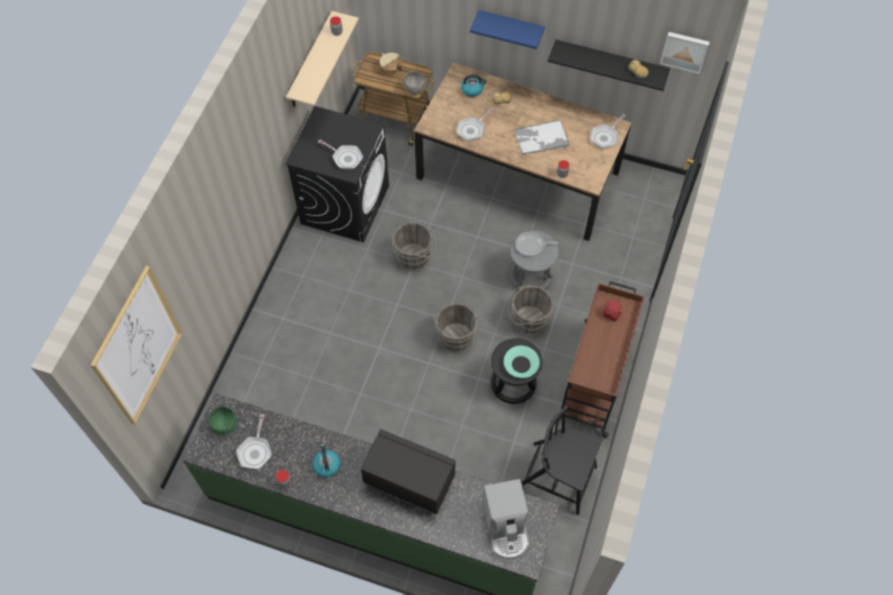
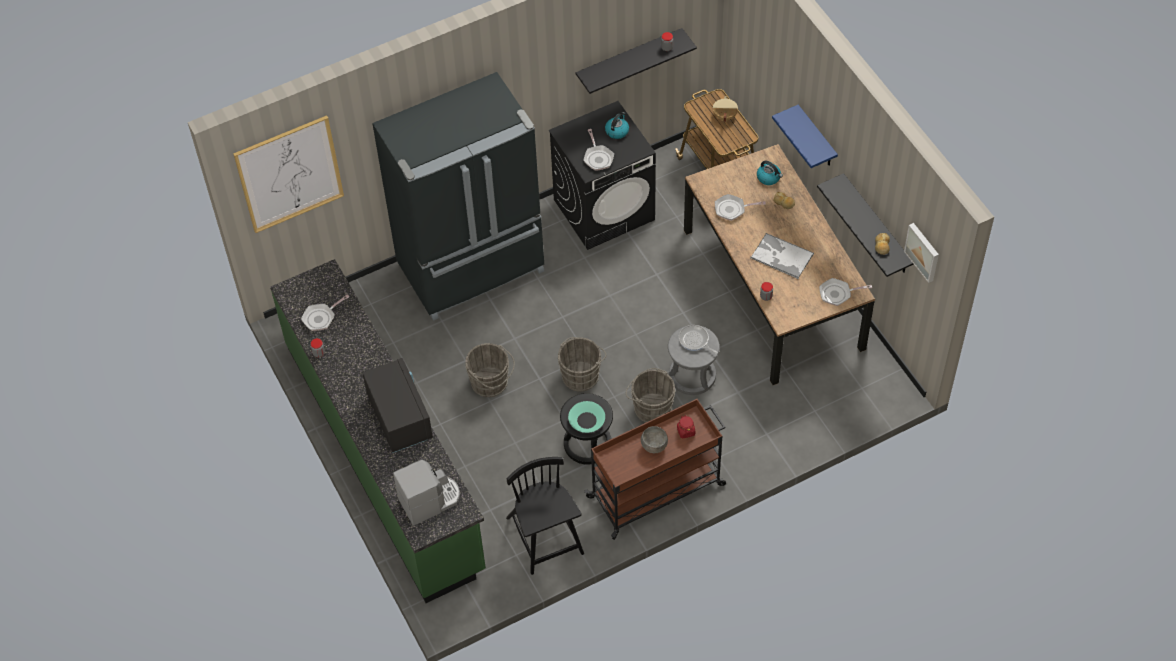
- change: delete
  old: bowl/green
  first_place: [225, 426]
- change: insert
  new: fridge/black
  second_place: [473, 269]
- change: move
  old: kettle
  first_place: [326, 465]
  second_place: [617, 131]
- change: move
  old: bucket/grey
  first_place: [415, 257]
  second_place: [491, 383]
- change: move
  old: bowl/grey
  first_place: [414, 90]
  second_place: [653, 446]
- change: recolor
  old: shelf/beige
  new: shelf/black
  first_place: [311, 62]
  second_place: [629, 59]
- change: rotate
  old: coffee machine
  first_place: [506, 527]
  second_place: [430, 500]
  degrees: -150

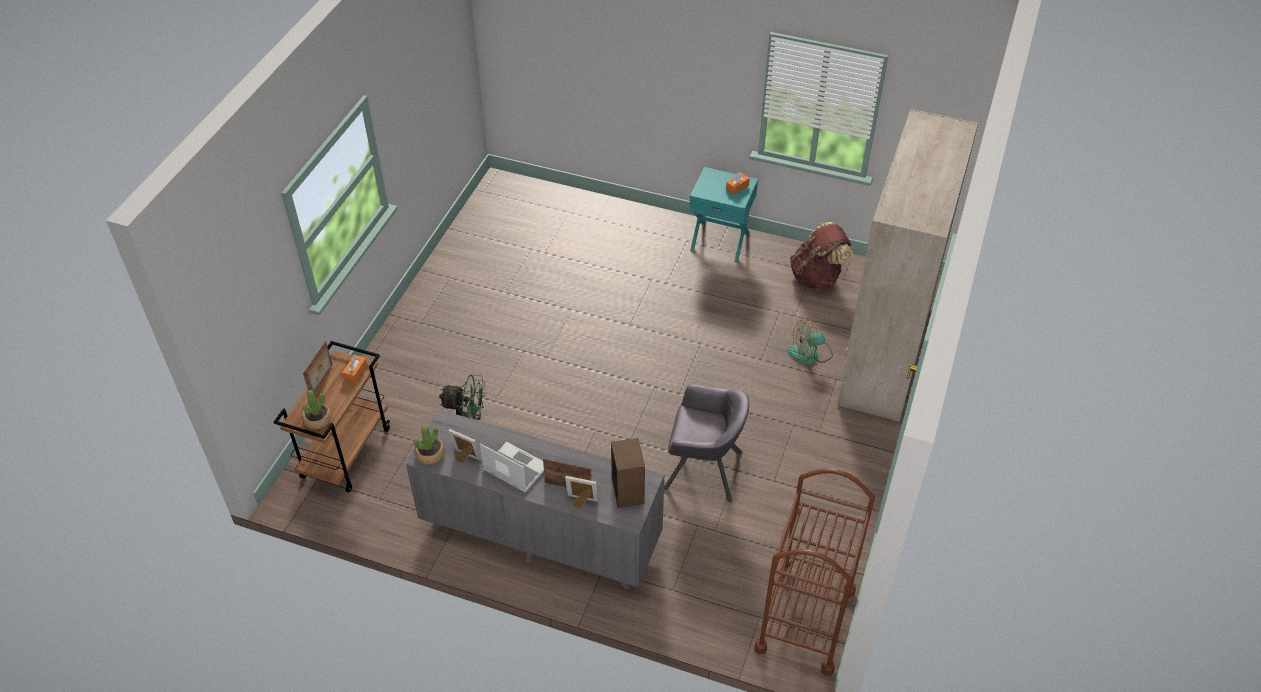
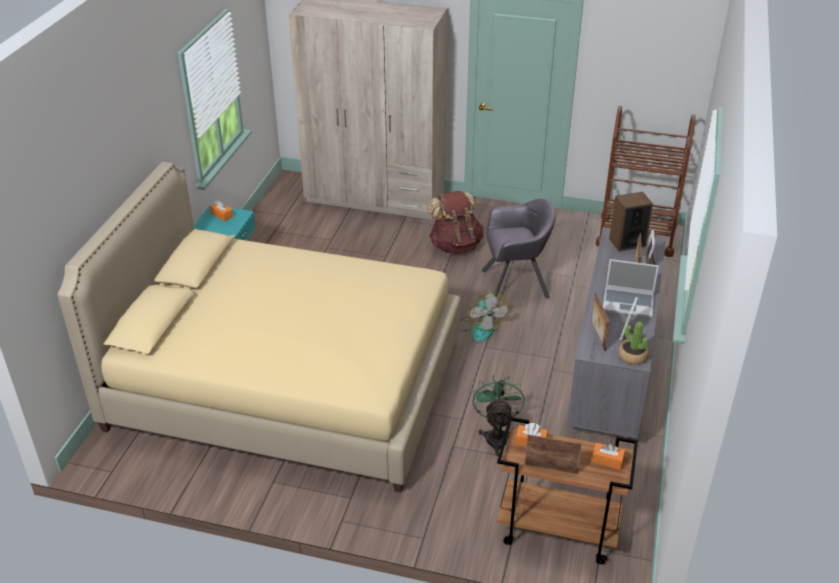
- change: insert
  new: bed/beige
  second_place: [287, 385]
- change: insert
  new: picture frame
  second_place: [597, 336]
- change: move
  old: fan
  first_place: [810, 354]
  second_place: [479, 328]
- change: move
  old: backpack/brown
  first_place: [817, 277]
  second_place: [455, 245]
- change: replace
  old: potted plant
  new: tissue box/orange
  first_place: [317, 420]
  second_place: [607, 460]
- change: rotate
  old: laptop
  first_place: [514, 468]
  second_place: [628, 303]
  degrees: -105
- change: rotate
  old: armchair/grey
  first_place: [703, 471]
  second_place: [515, 284]
  degrees: 75

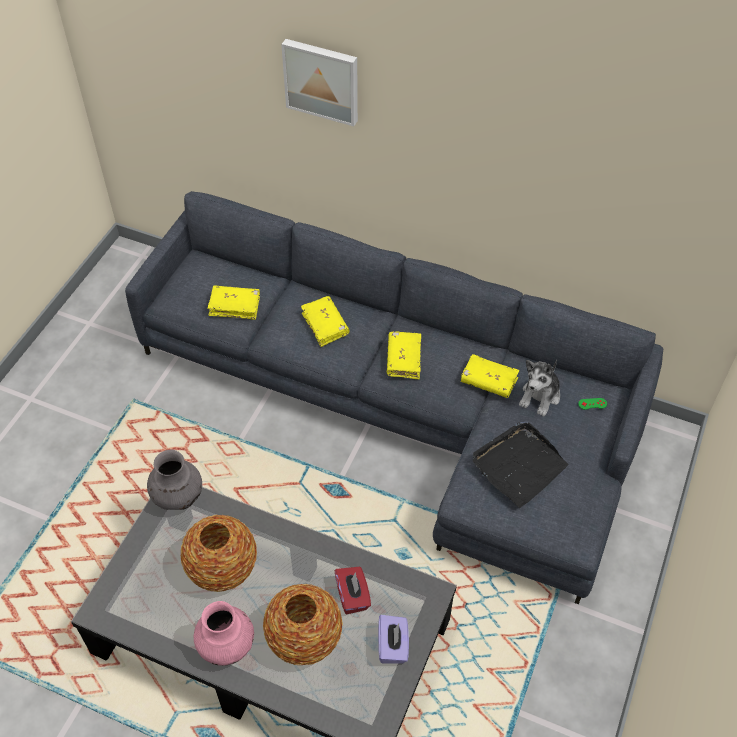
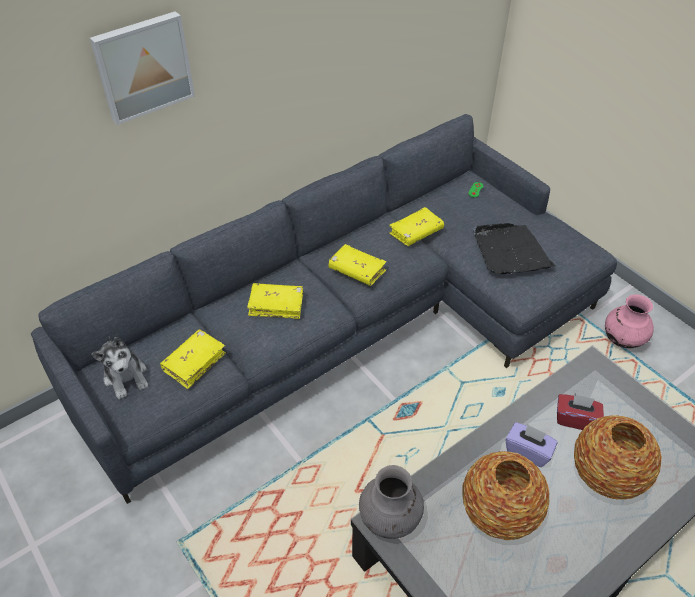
- change: move
  old: vase/pink
  first_place: [227, 646]
  second_place: [622, 340]
- change: move
  old: tissue box/purple
  first_place: [393, 646]
  second_place: [528, 451]
- change: move
  old: plush toy
  first_place: [540, 396]
  second_place: [126, 376]

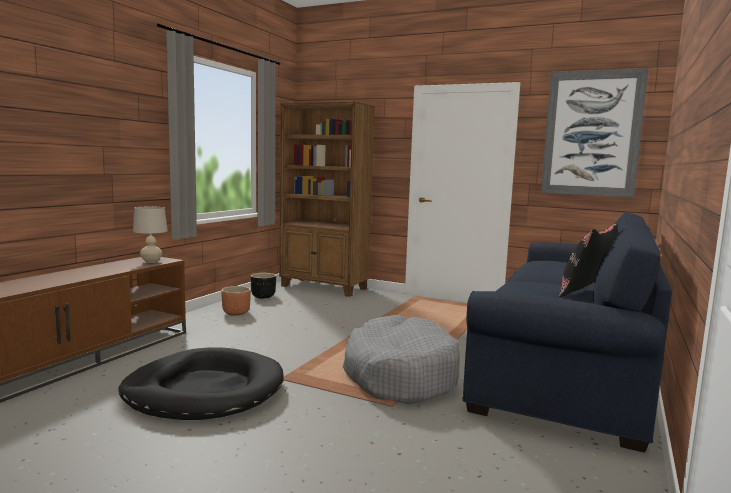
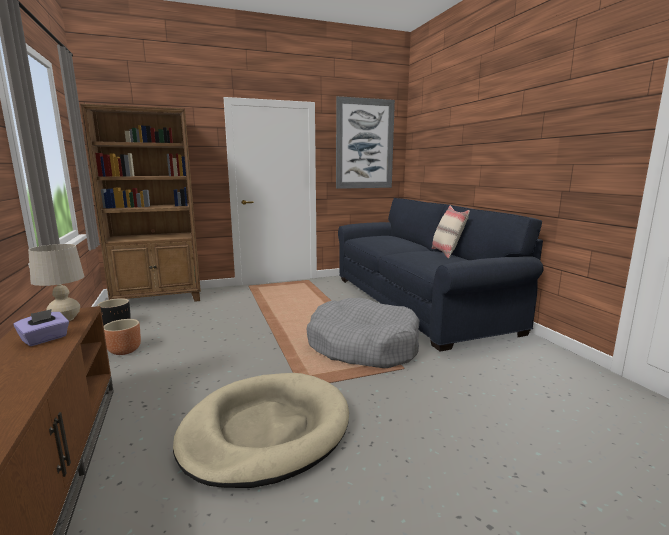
- change: insert
  new: tissue box/purple
  second_place: [45, 339]
- change: recolor
  old: dog bed/black
  new: dog bed/beige
  first_place: [204, 390]
  second_place: [265, 431]
- change: recolor
  old: pillow/black
  new: pillow/beige
  first_place: [585, 293]
  second_place: [447, 253]

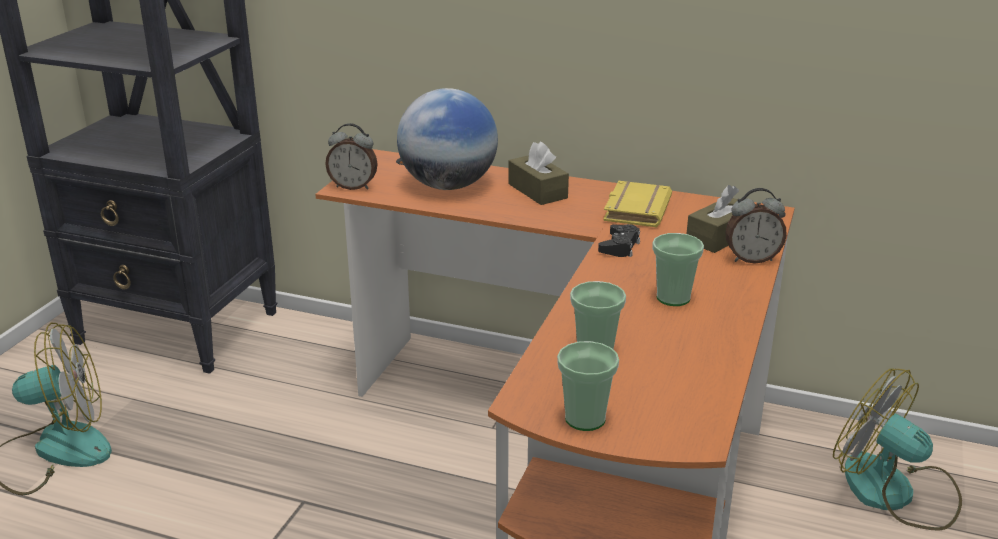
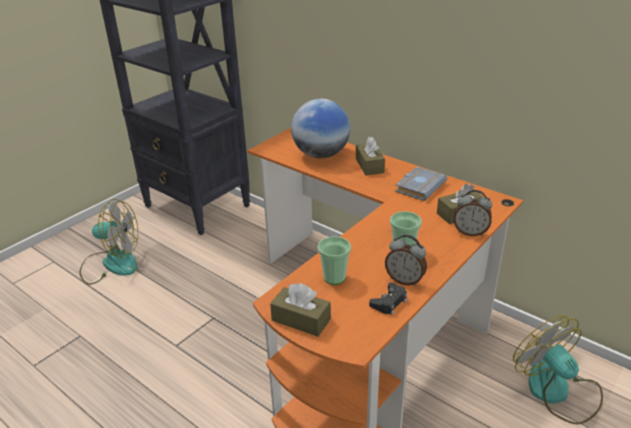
- change: move
  old: alarm clock
  first_place: [353, 186]
  second_place: [405, 280]
- change: move
  old: game controller/black
  first_place: [619, 246]
  second_place: [389, 302]
- change: replace
  old: cup
  new: tissue box/brown
  first_place: [585, 419]
  second_place: [301, 319]
- change: recolor
  old: book/yellow
  new: book/grey
  first_place: [635, 209]
  second_place: [419, 186]

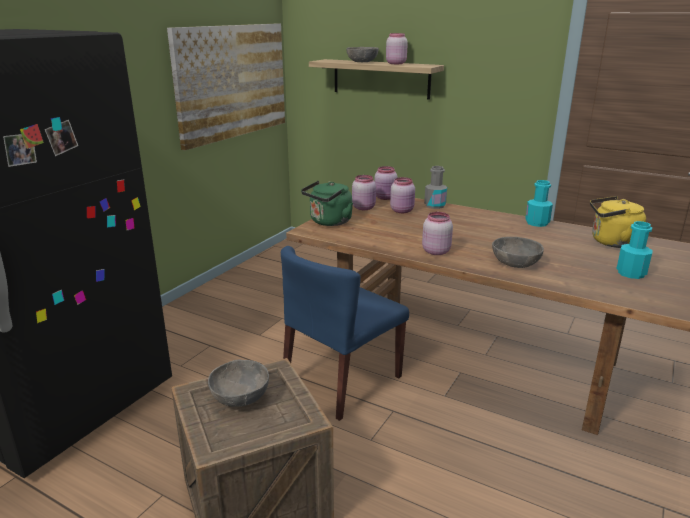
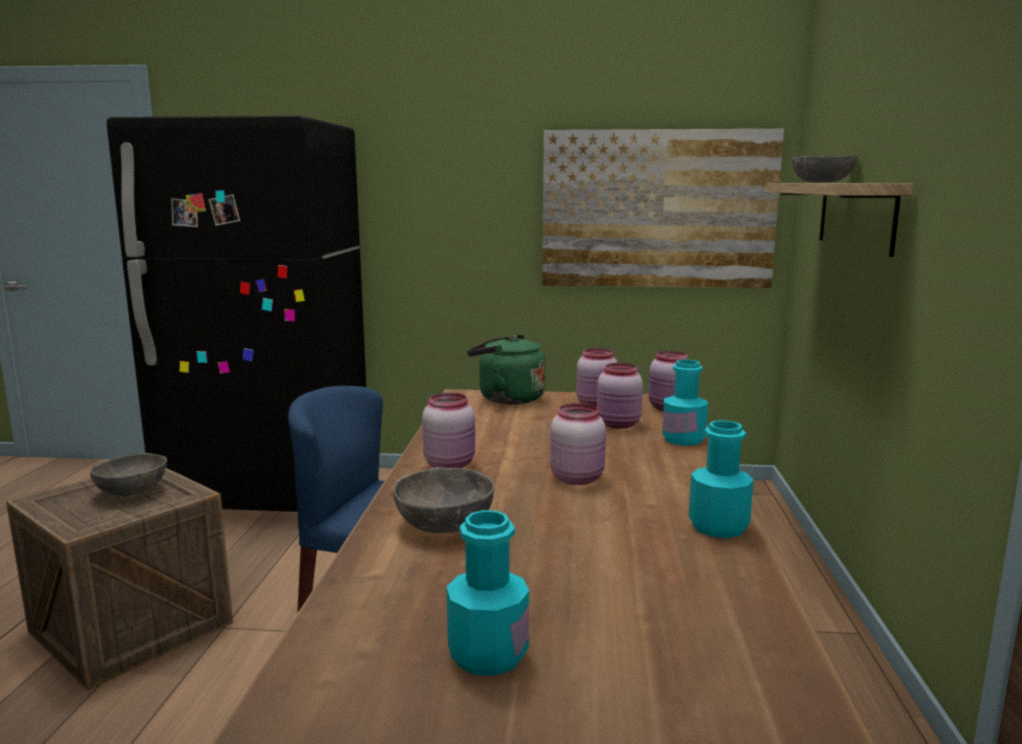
- change: delete
  old: kettle/yellow
  first_place: [611, 242]
- change: move
  old: jar/pink
  first_place: [395, 63]
  second_place: [577, 478]
- change: recolor
  old: bottle/grey
  new: bottle/turquoise
  first_place: [435, 205]
  second_place: [683, 439]

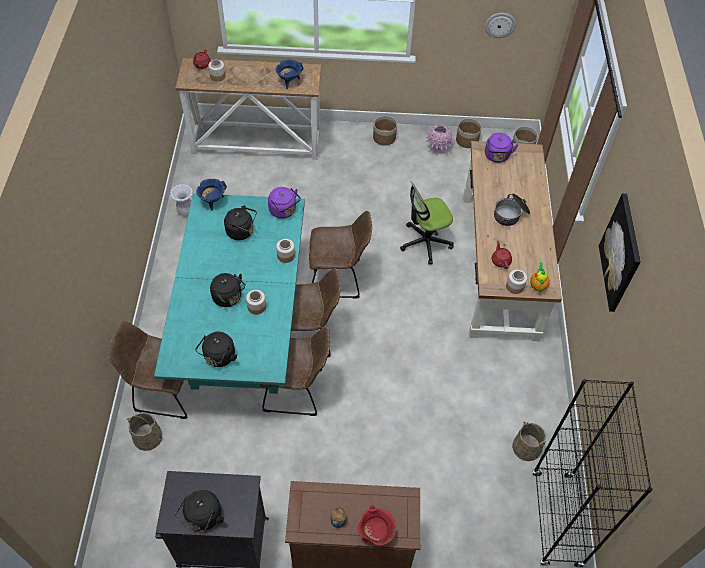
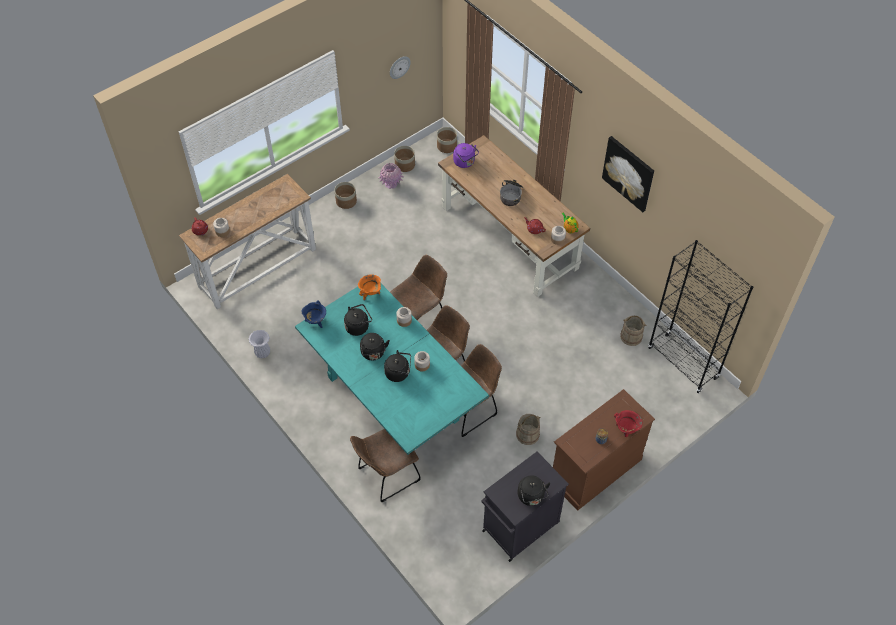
- change: delete
  old: cooking pot/blue
  first_place: [289, 81]
- change: delete
  old: office chair
  first_place: [425, 242]
- change: move
  old: bucket/beige
  first_place: [147, 437]
  second_place: [527, 434]
- change: move
  old: kettle/black
  first_place: [219, 358]
  second_place: [373, 353]
- change: replace
  old: kettle/purple
  new: cooking pot/orange
  first_place: [284, 211]
  second_place: [370, 293]

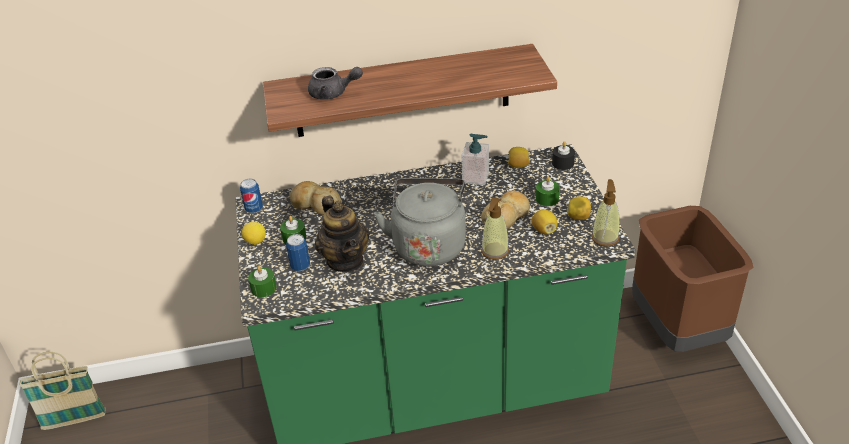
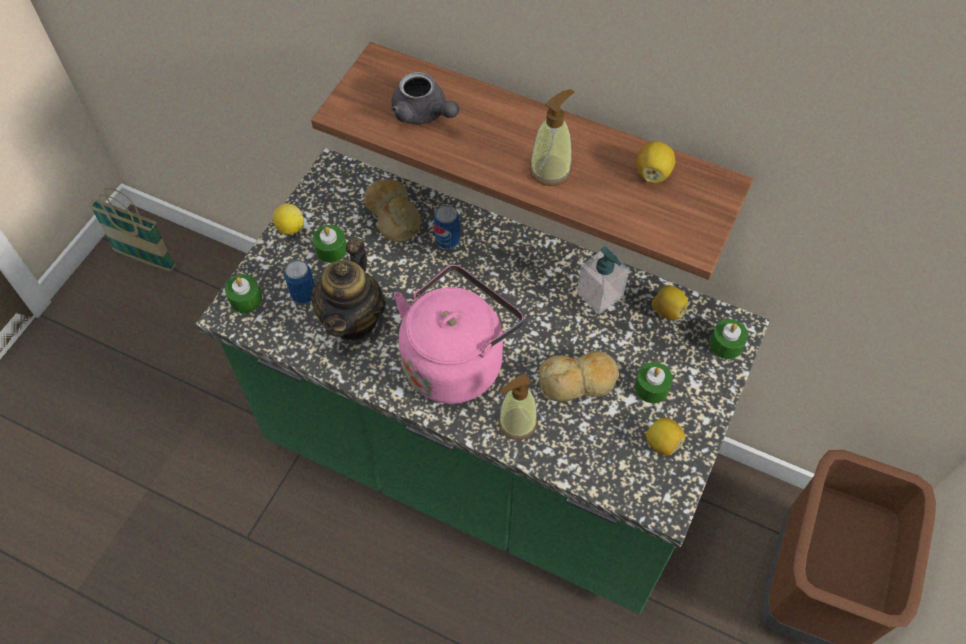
- change: move
  old: can
  first_place: [254, 209]
  second_place: [447, 240]
- change: move
  old: lemon
  first_place: [544, 230]
  second_place: [653, 173]
- change: move
  old: soap dispenser
  first_place: [605, 238]
  second_place: [550, 170]
- change: recolor
  old: kettle/grey
  new: kettle/pink
  first_place: [429, 244]
  second_place: [456, 360]
- change: recolor
  old: candle/black
  new: candle/green
  first_place: [563, 163]
  second_place: [726, 344]

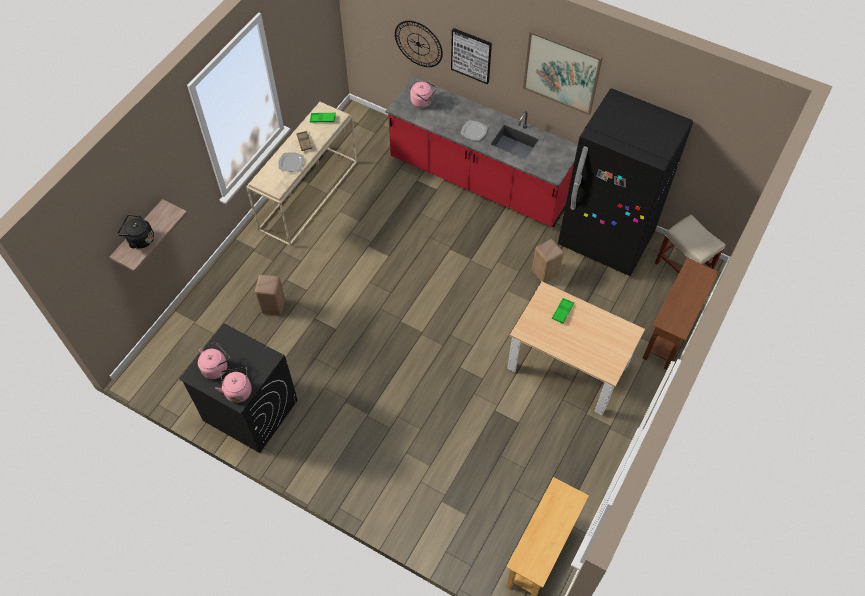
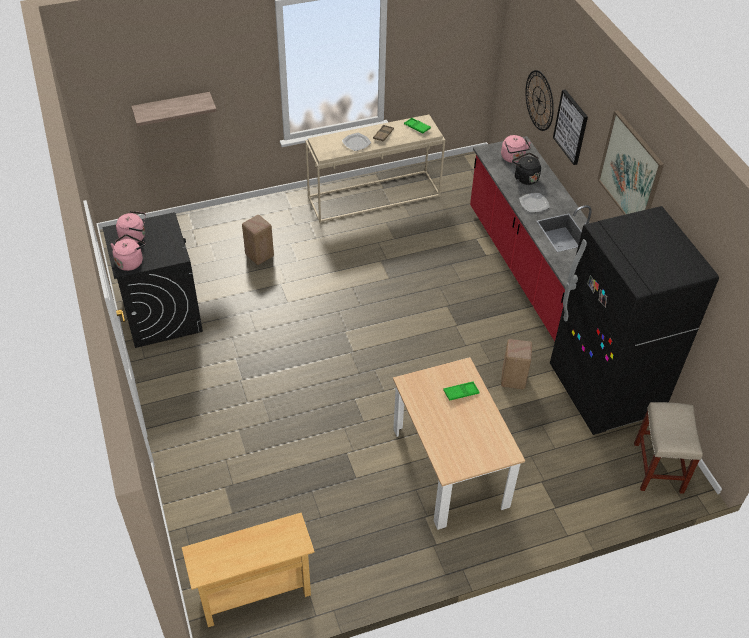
- change: delete
  old: console table/brown
  first_place: [669, 334]
- change: move
  old: kettle/black
  first_place: [139, 239]
  second_place: [524, 178]

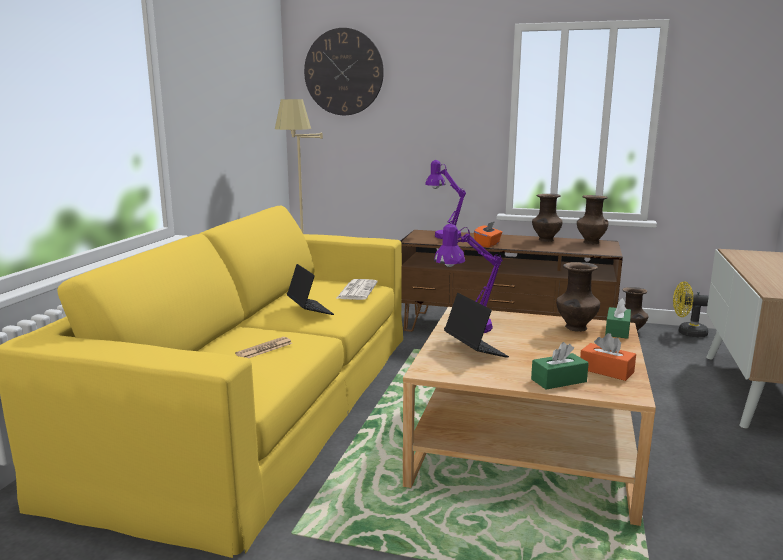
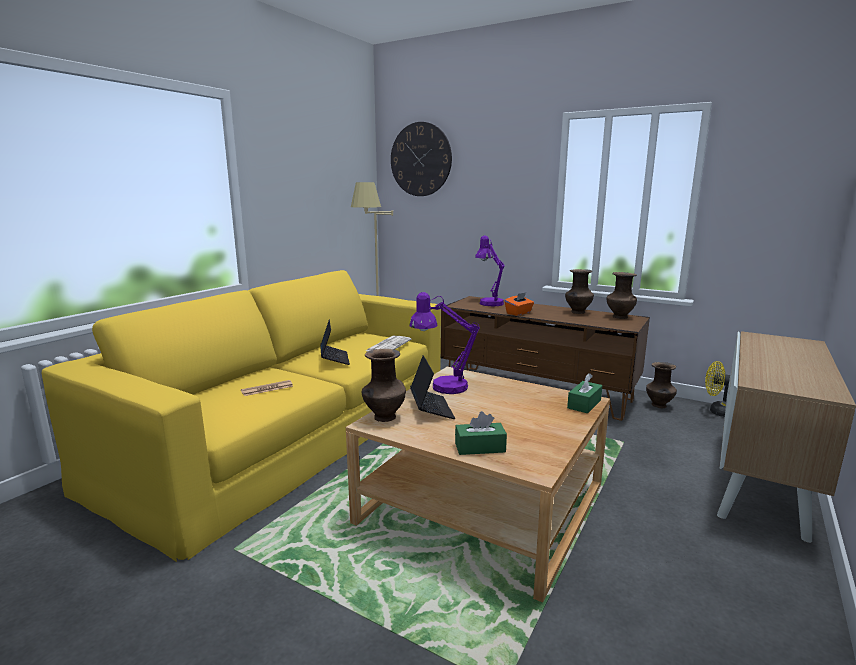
- change: delete
  old: tissue box/orange
  first_place: [606, 370]
- change: move
  old: vase/brown
  first_place: [575, 328]
  second_place: [384, 417]

